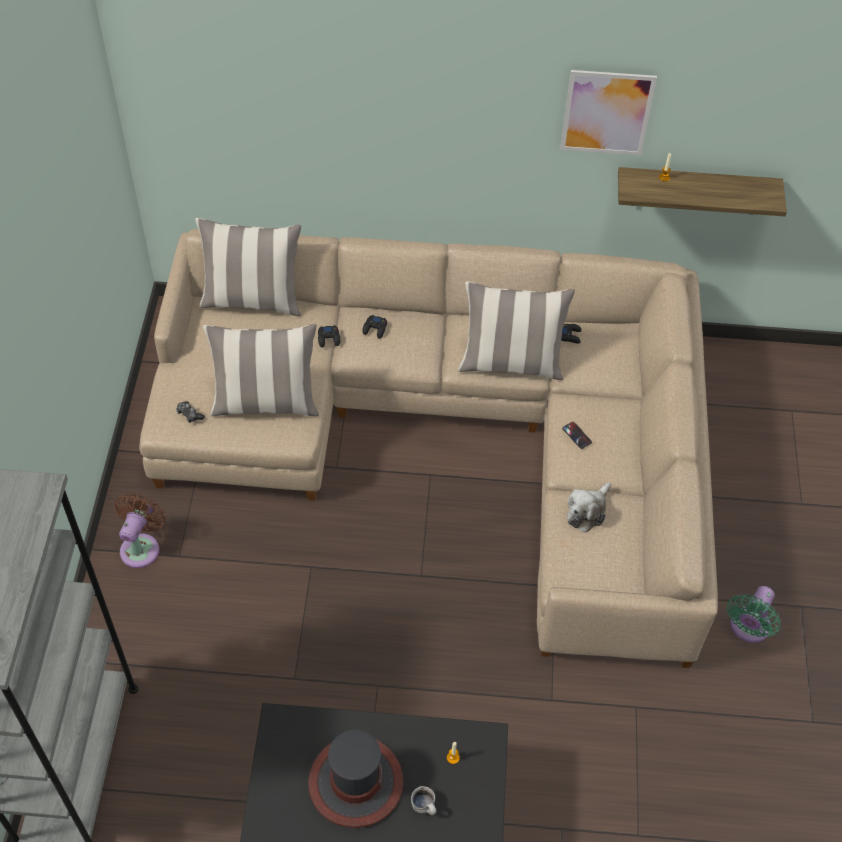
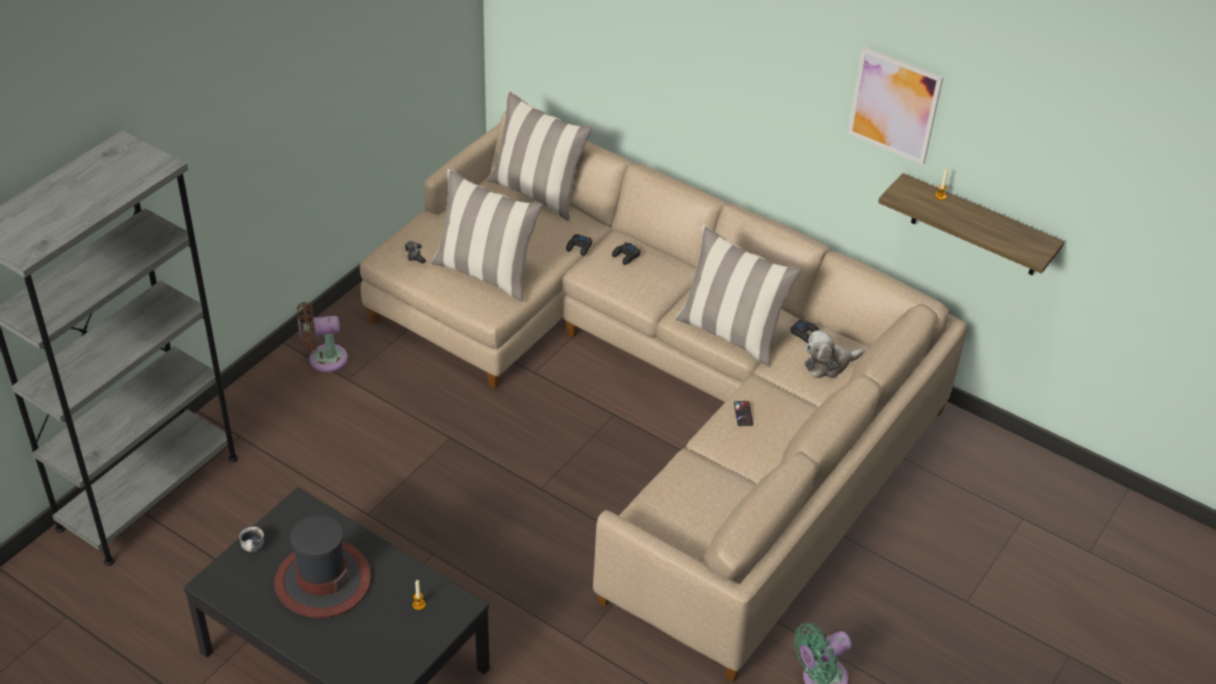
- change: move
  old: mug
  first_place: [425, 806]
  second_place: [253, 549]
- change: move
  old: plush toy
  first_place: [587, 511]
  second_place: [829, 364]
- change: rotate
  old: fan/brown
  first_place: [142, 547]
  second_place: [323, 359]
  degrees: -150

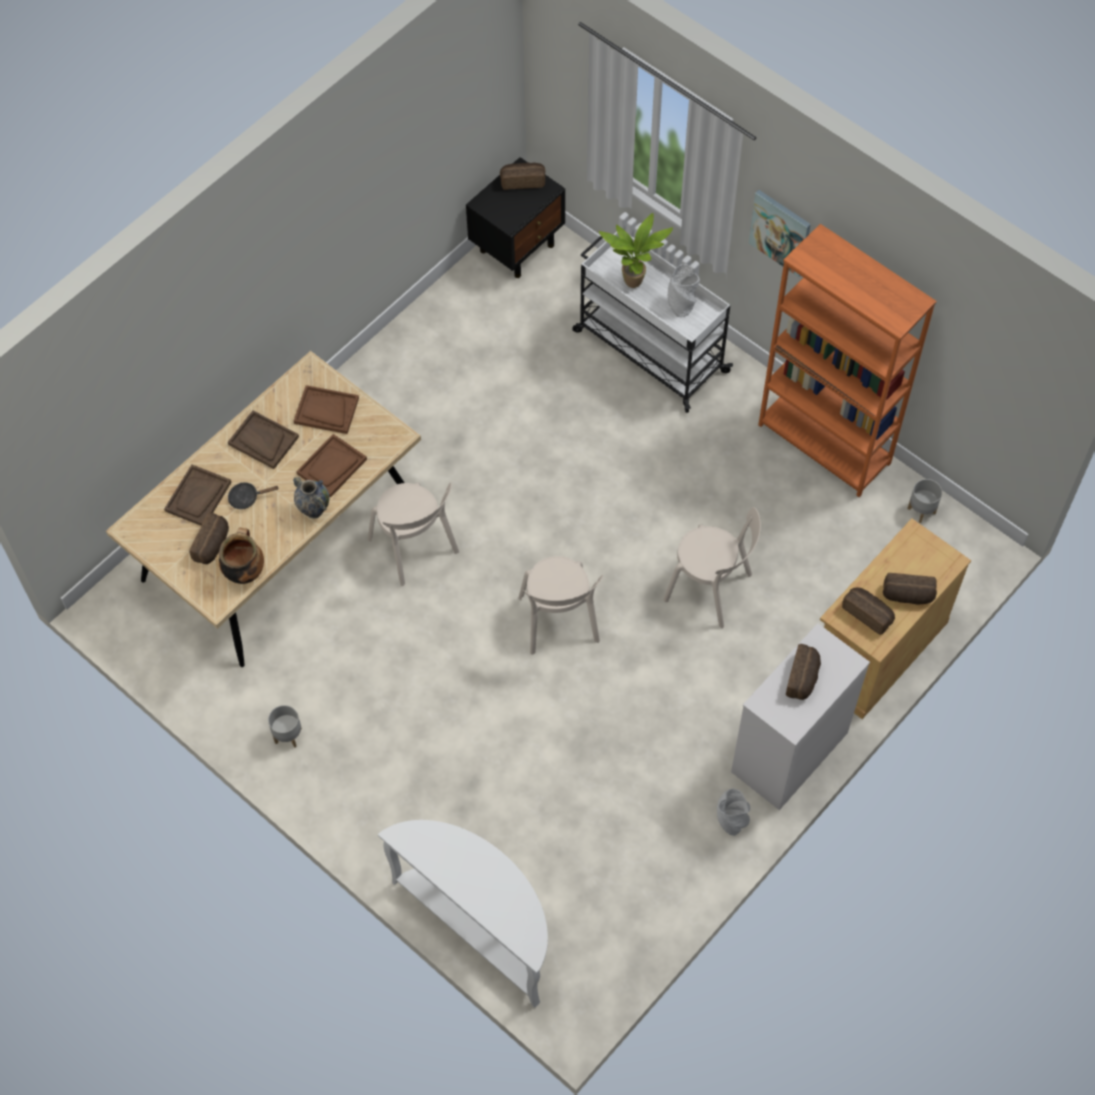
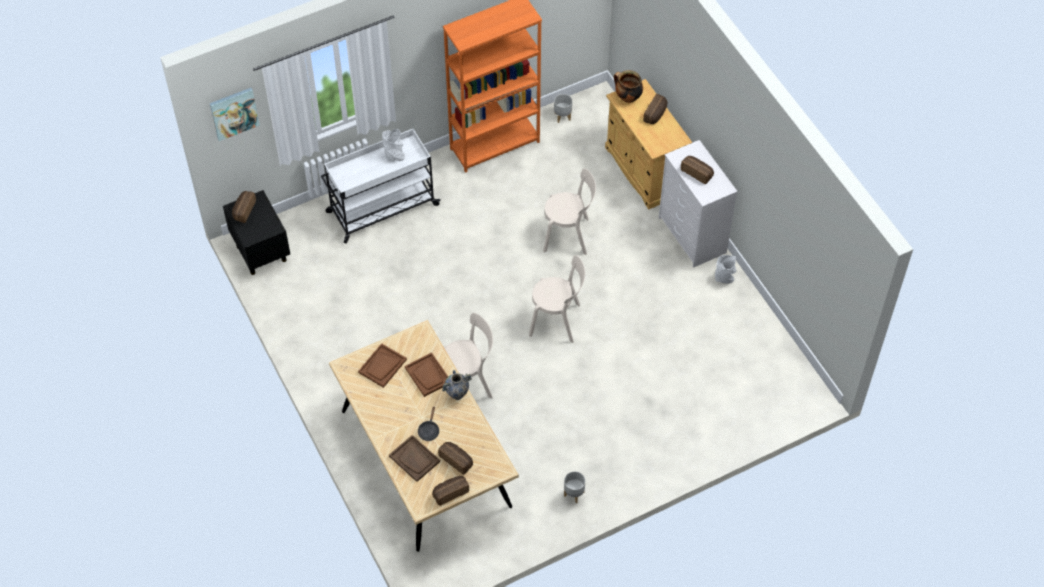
- change: delete
  old: tray/brown
  first_place: [263, 441]
- change: delete
  old: console table/white
  first_place: [480, 925]
- change: delete
  old: potted plant
  first_place: [634, 284]
- change: move
  old: cooking pot
  first_place: [244, 571]
  second_place: [627, 97]
- change: move
  old: picture
  first_place: [780, 232]
  second_place: [234, 113]
- change: move
  old: bread
  first_place: [868, 613]
  second_place: [450, 492]
- change: rotate
  old: chair/beige
  first_place: [711, 589]
  second_place: [569, 235]
  degrees: 45

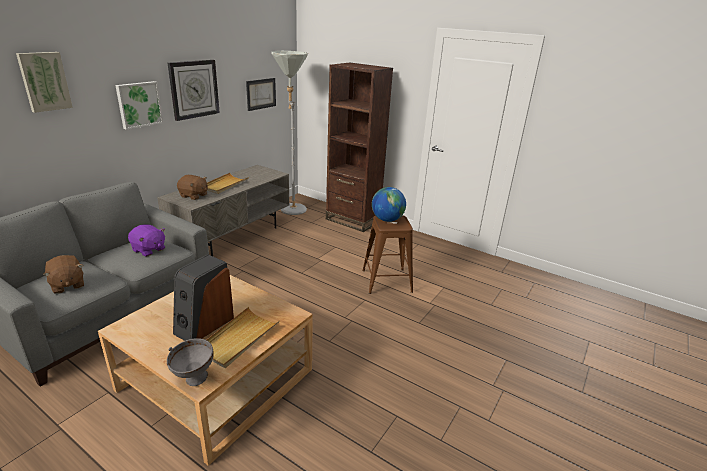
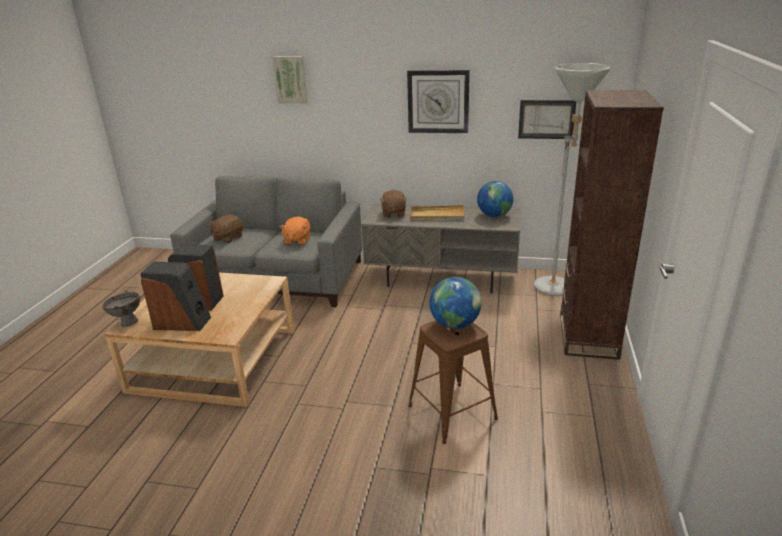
- change: delete
  old: picture
  first_place: [139, 104]
- change: insert
  new: globe
  second_place: [494, 215]
- change: replace
  old: tray/beige
  new: speaker
  first_place: [238, 339]
  second_place: [182, 322]
- change: recolor
  old: plush toy/purple
  new: plush toy/orange
  first_place: [148, 250]
  second_place: [297, 241]

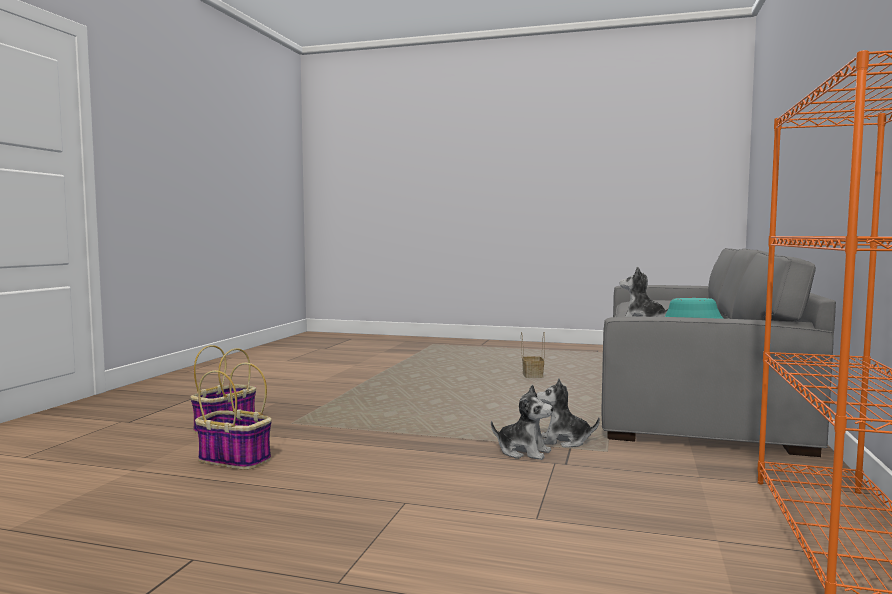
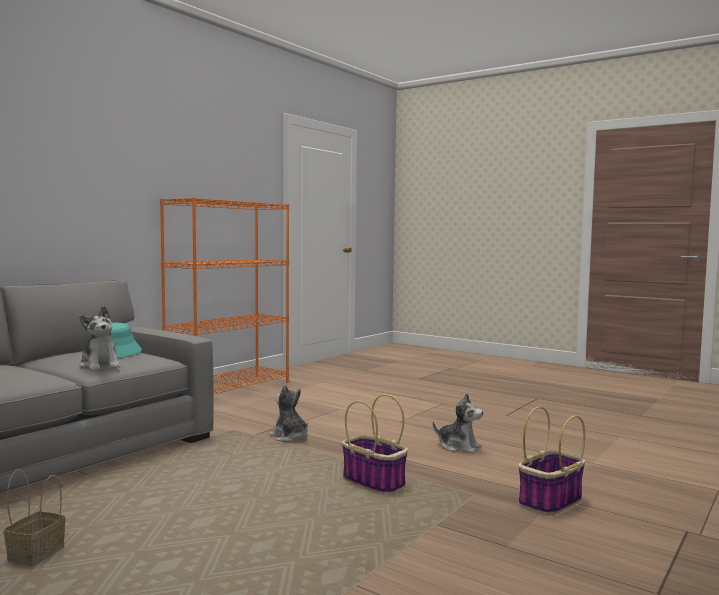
- change: move
  old: basket
  first_place: [233, 460]
  second_place: [375, 483]
- change: move
  old: plush toy
  first_place: [564, 441]
  second_place: [458, 447]

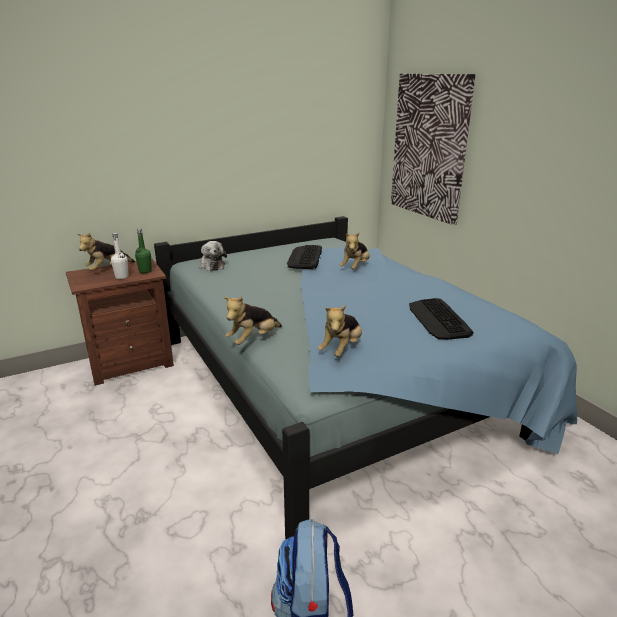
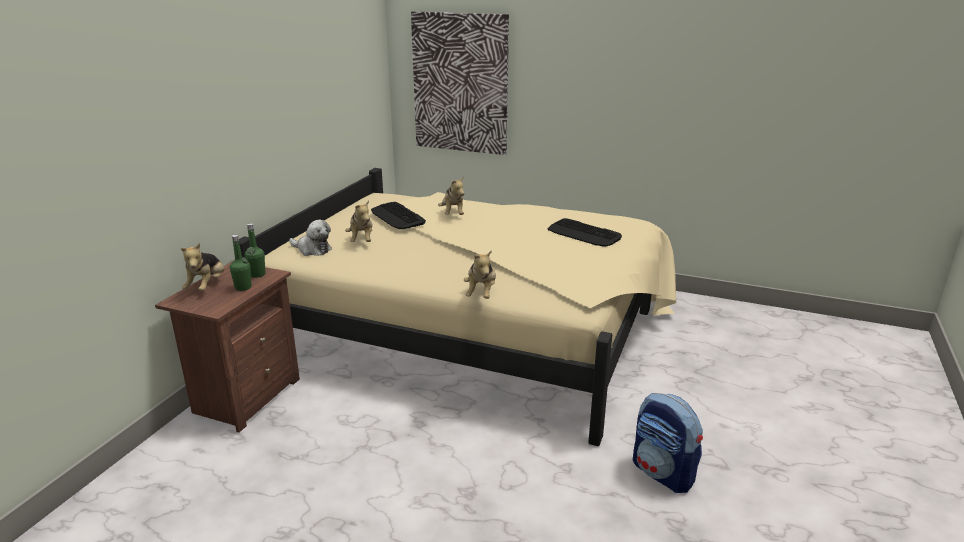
- change: move
  old: plush toy
  first_place: [341, 349]
  second_place: [361, 240]
- change: recolor
  old: bottle/white
  new: bottle/green
  first_place: [122, 277]
  second_place: [243, 287]
- change: recolor
  old: bed/blue
  new: bed/beige
  first_place: [339, 384]
  second_place: [478, 330]

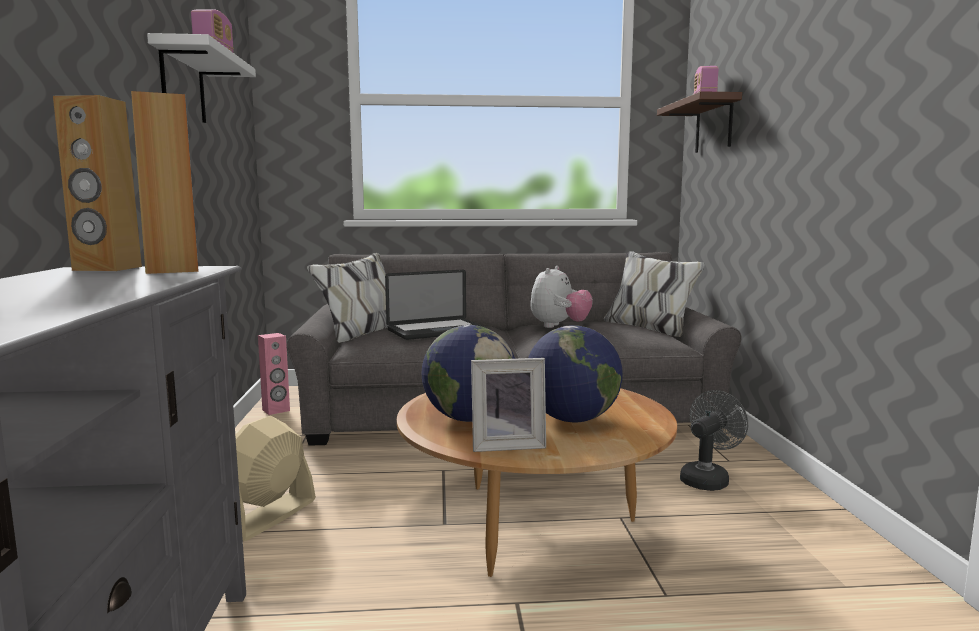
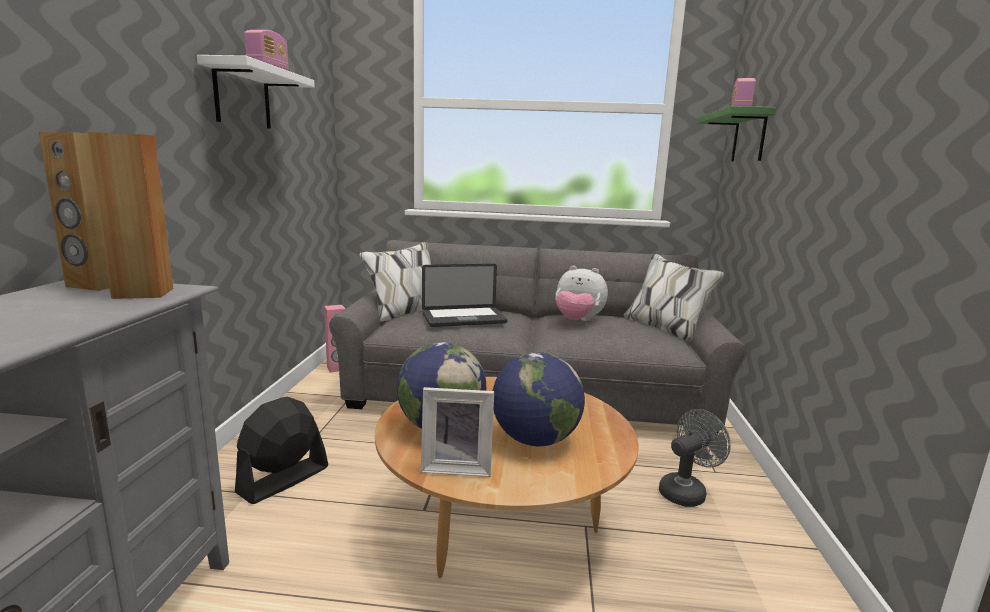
- change: recolor
  old: fan/beige
  new: fan/black
  first_place: [268, 516]
  second_place: [283, 480]
- change: recolor
  old: shelf/brown
  new: shelf/green
  first_place: [714, 125]
  second_place: [749, 137]
- change: rotate
  old: plush toy
  first_place: [559, 326]
  second_place: [577, 321]
  degrees: 75

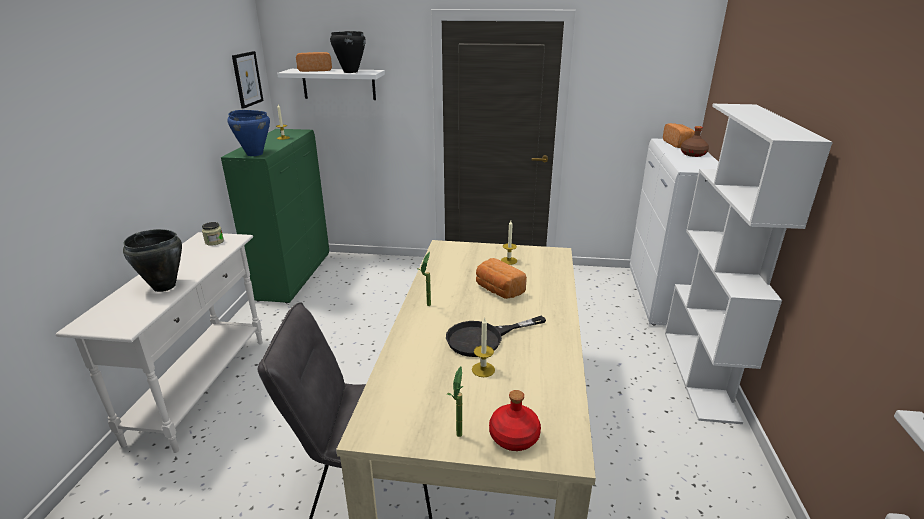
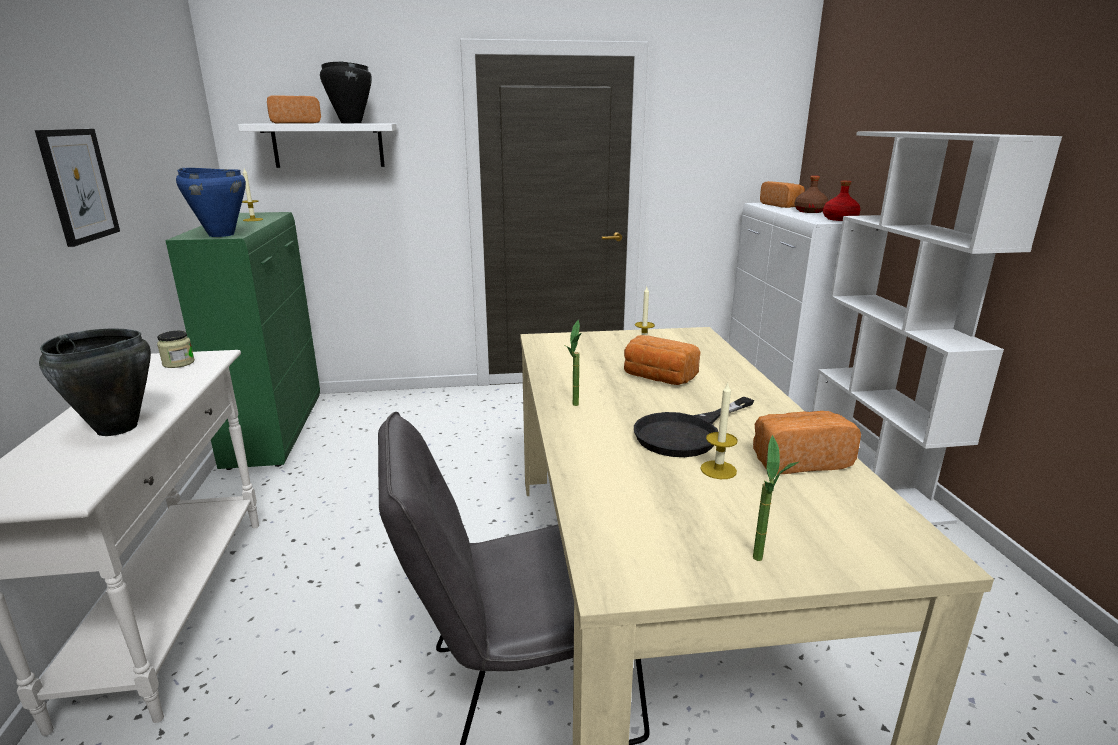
- change: insert
  new: bread
  second_place: [797, 460]
- change: move
  old: picture
  first_place: [247, 79]
  second_place: [78, 185]
- change: move
  old: bottle/red
  first_place: [514, 437]
  second_place: [840, 219]

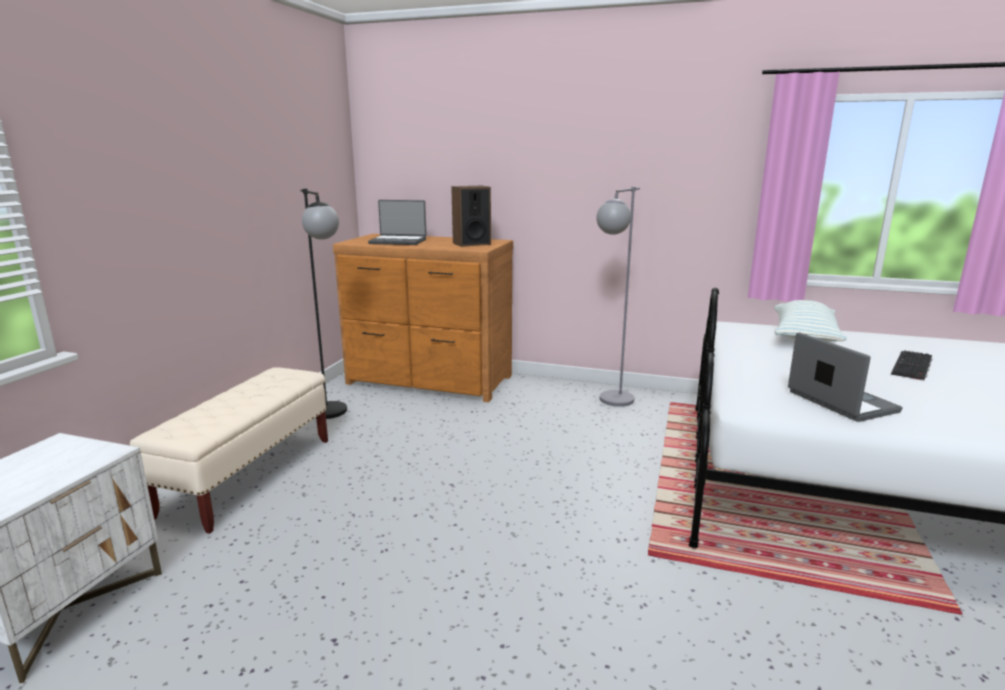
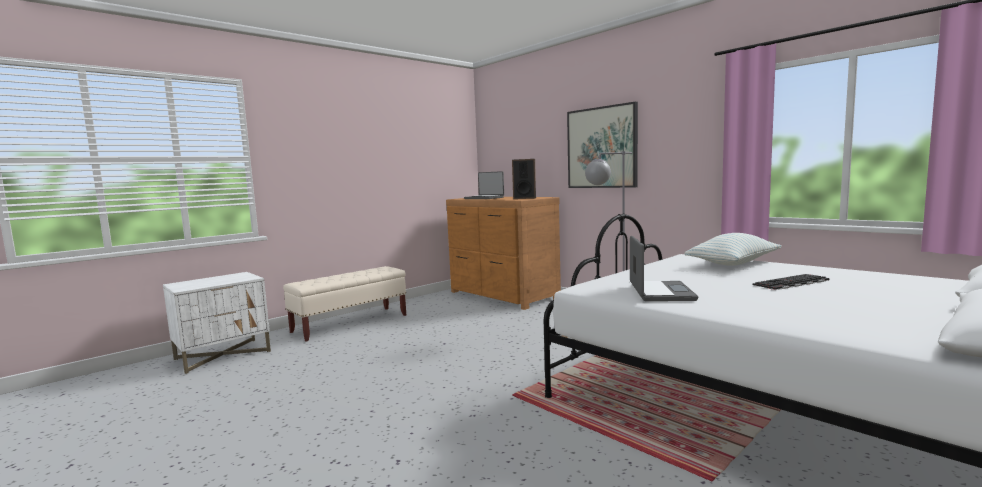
- change: delete
  old: floor lamp/black
  first_place: [333, 416]
- change: insert
  new: picture
  second_place: [602, 147]

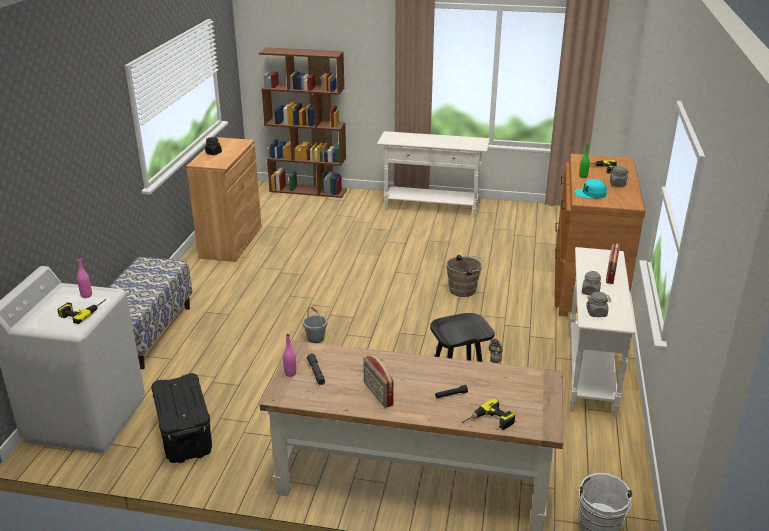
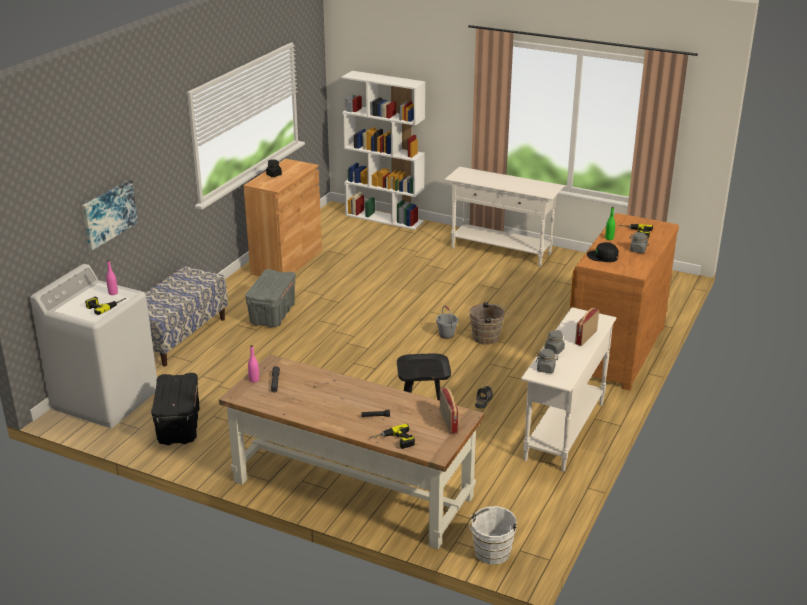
- change: insert
  new: picture
  second_place: [108, 213]
- change: insert
  new: storage box/grey
  second_place: [272, 314]
- change: move
  old: bucket/grey
  first_place: [315, 338]
  second_place: [446, 335]
- change: move
  old: radio
  first_place: [377, 394]
  second_place: [447, 422]
- change: recolor
  old: bookcase/brown
  new: bookcase/white
  first_place: [308, 190]
  second_place: [385, 218]
- change: recolor
  old: cap/turquoise
  new: cap/black
  first_place: [591, 193]
  second_place: [603, 256]

